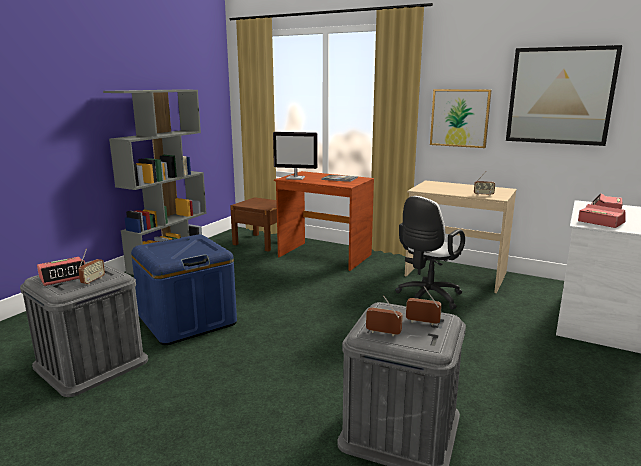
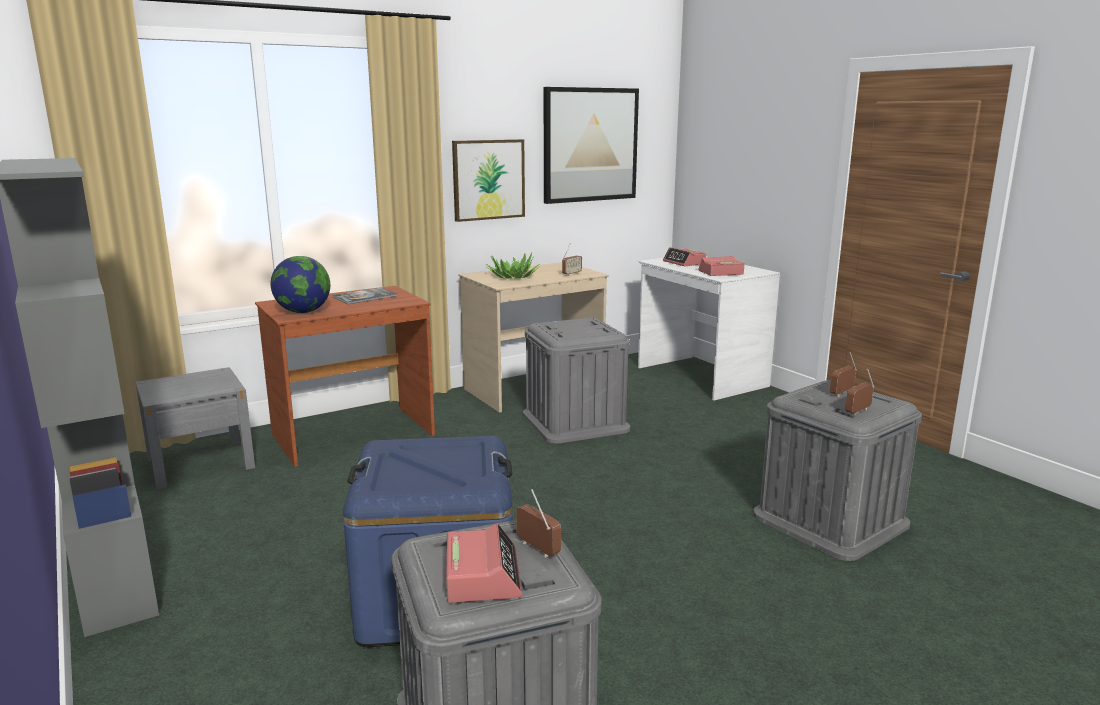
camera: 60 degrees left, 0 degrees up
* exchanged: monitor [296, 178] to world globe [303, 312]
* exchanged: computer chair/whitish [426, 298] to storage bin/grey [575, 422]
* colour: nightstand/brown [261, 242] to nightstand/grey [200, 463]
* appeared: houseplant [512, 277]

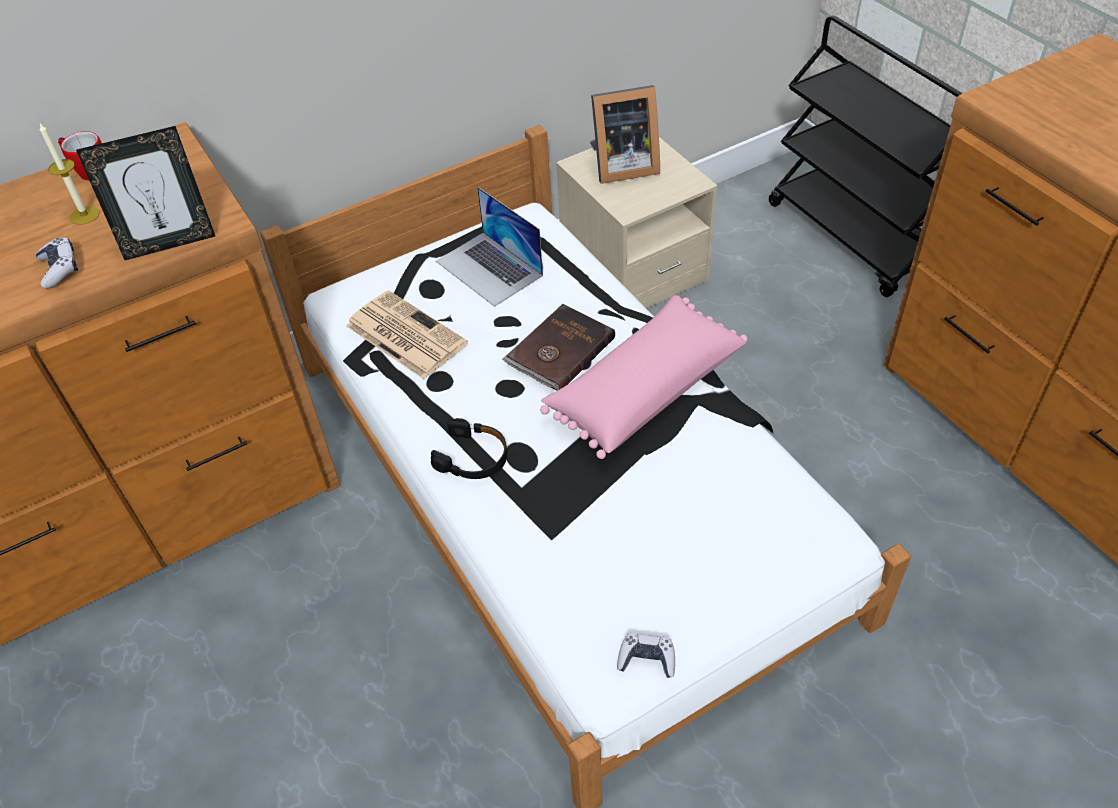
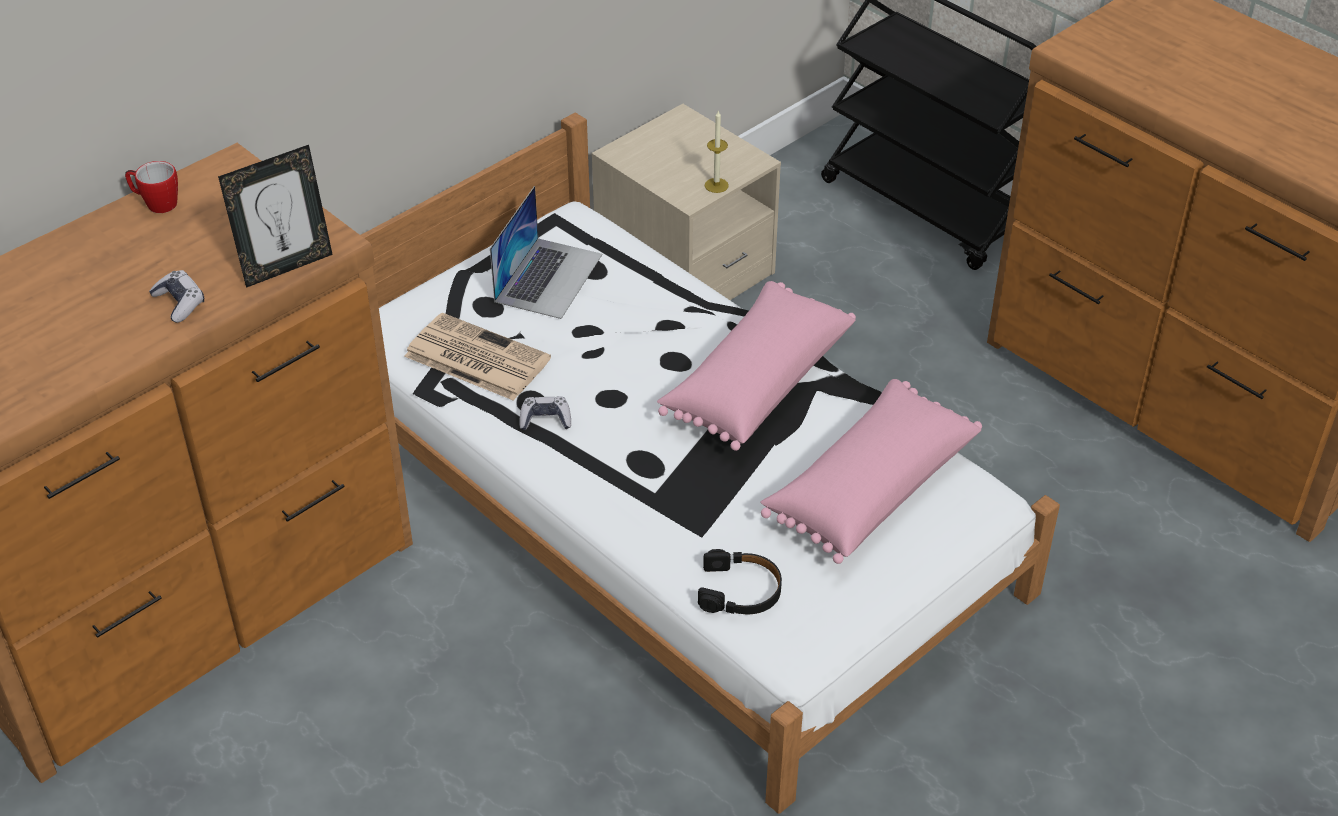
camera: 15 degrees left, 5 degrees down
* missing: photo frame [621, 166]
* relocated: candle [85, 215] to [716, 185]
* spun: laptop [489, 268] = [548, 277] 105 degrees counterclockwise
* missing: bound book/brown [559, 350]
* relocated: headset/blackish [473, 457] to [740, 591]
* relocated: joypad [647, 659] to [545, 420]
* appeared: throw pillow/pink [868, 487]

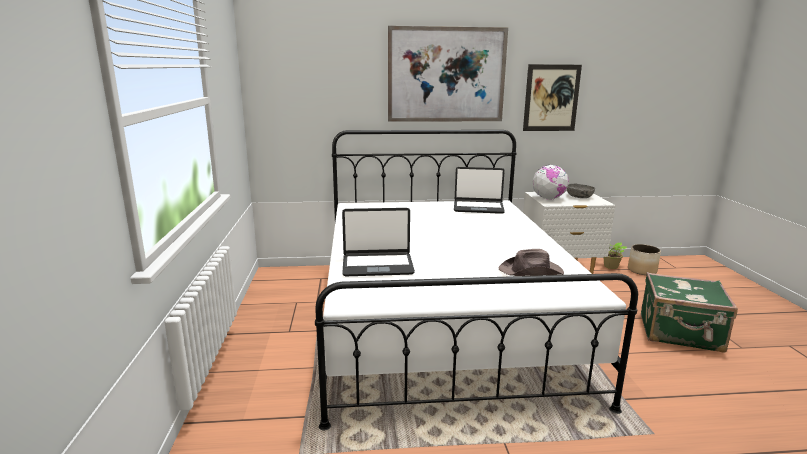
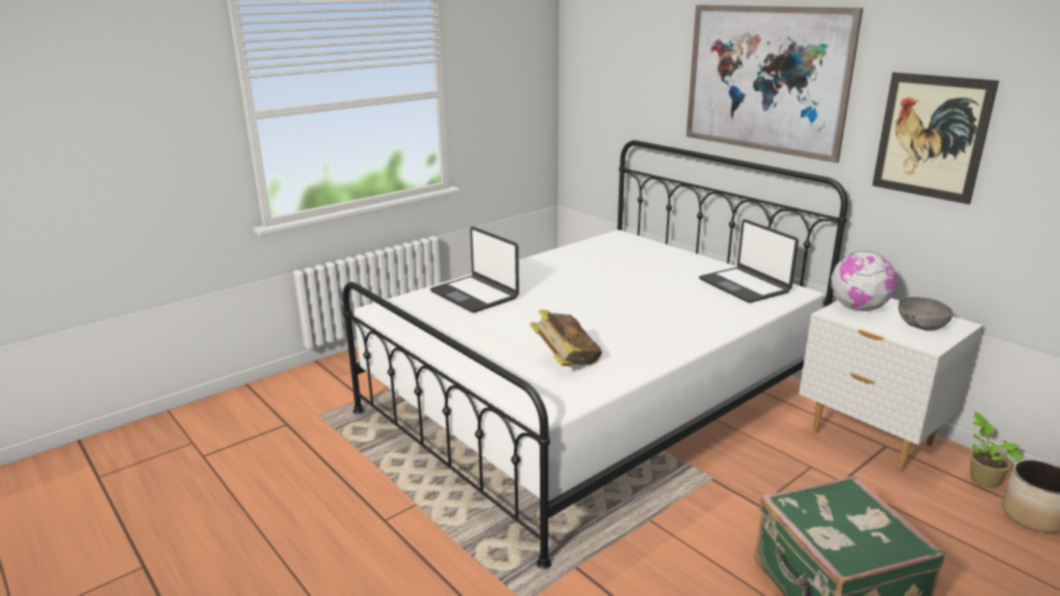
camera: 55 degrees right, 5 degrees up
* exchanged: clothing hat/brown [531, 271] to bound book [565, 361]

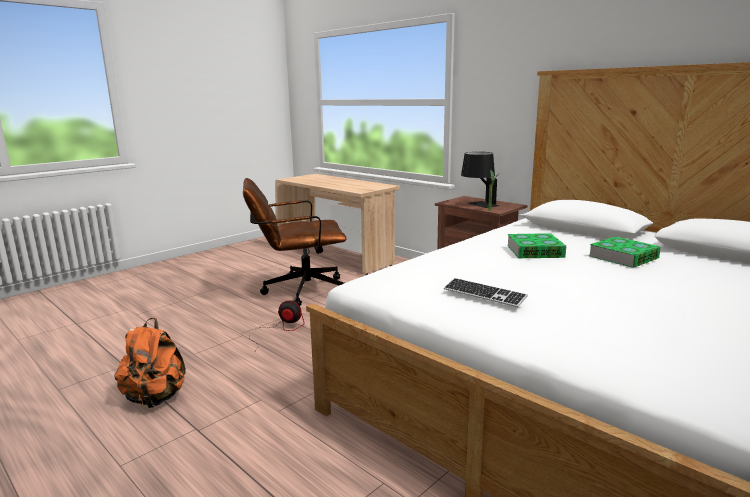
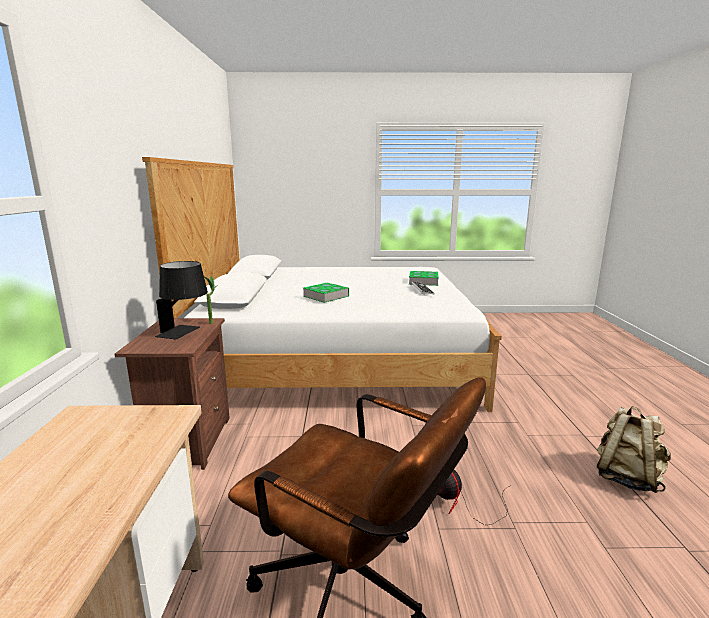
camera: 135 degrees left, 0 degrees up
* relocated: bound book [623, 257] to [423, 281]
* colour: backpack/orangey [155, 398] to backpack/beige [626, 478]

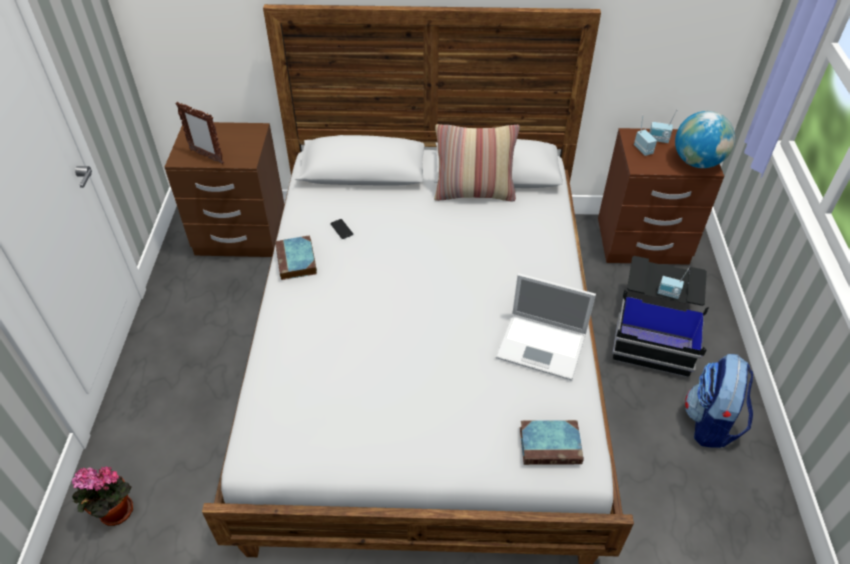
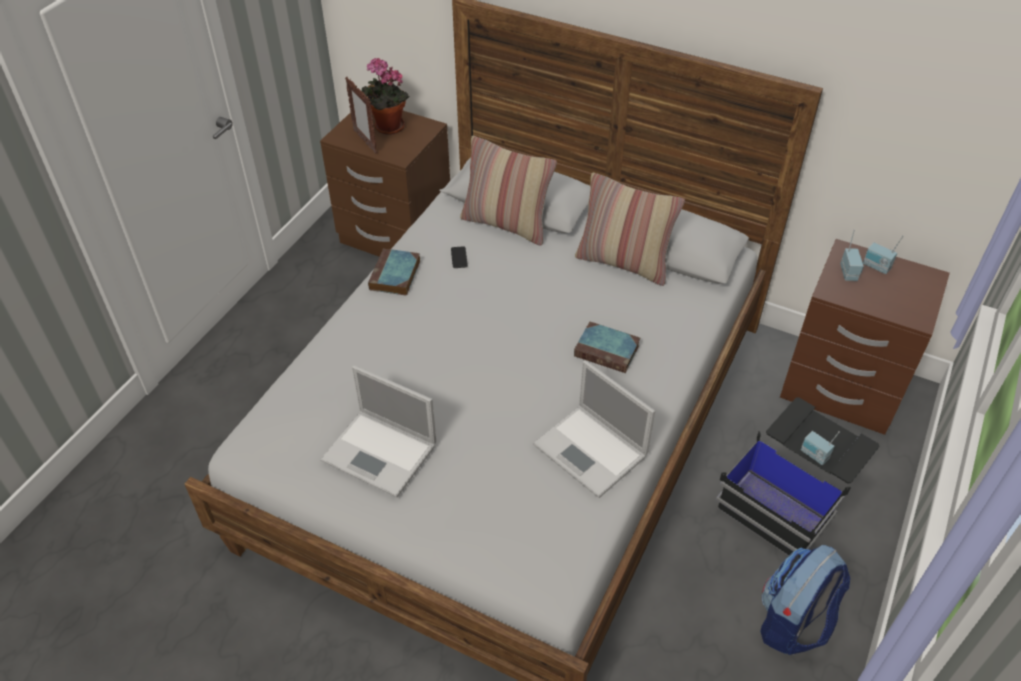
camera: 25 degrees right, 0 degrees up
* missing: world globe [697, 162]
* relocated: bound book [551, 445] to [608, 351]
* relocated: houseplant [114, 513] to [387, 128]
* appeared: throw pillow [506, 224]
* appeared: laptop [381, 453]

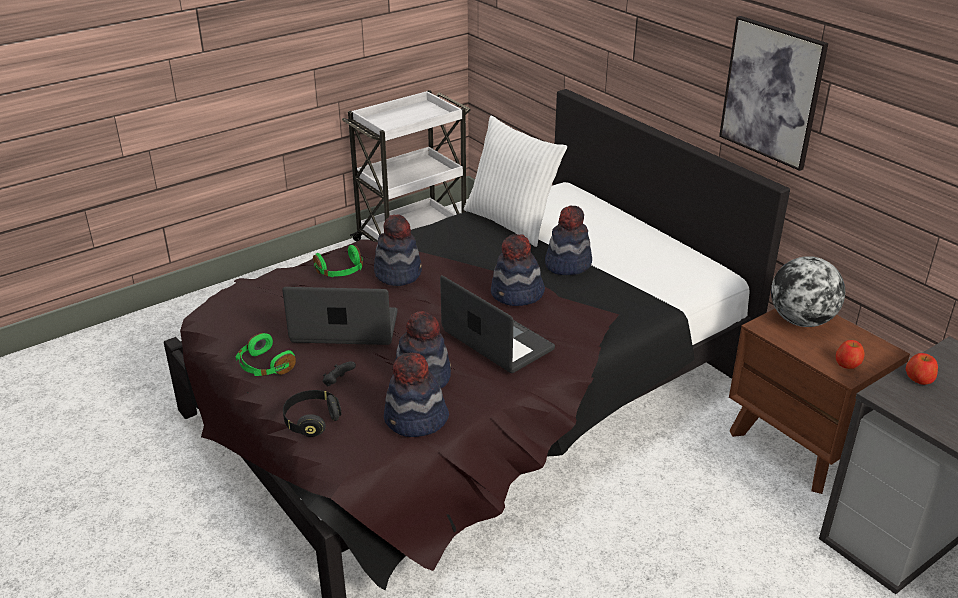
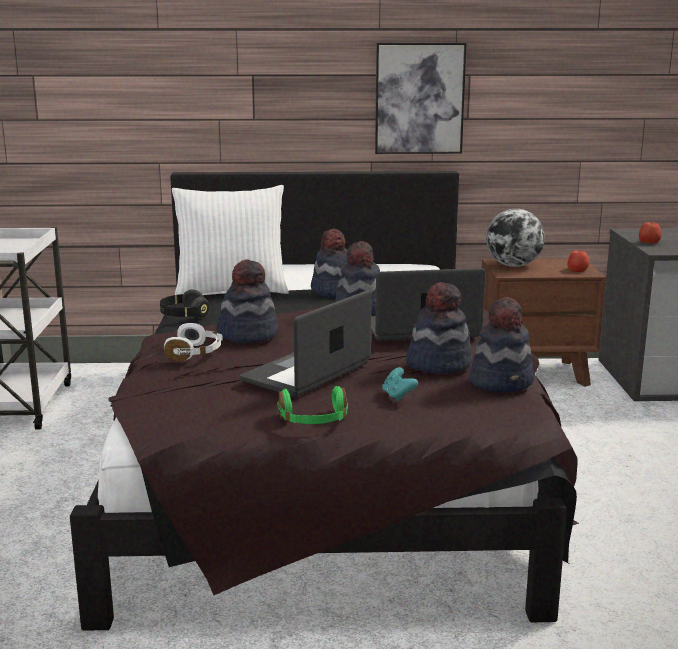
camera: 55 degrees left, 15 degrees down
* colour: headset/green [341, 271] to headset/whitish [196, 353]
* colour: joypad/blackish [338, 383] to joypad/turquoise-coloured [398, 396]
* relocated: headset/blackish [311, 421] to [184, 316]

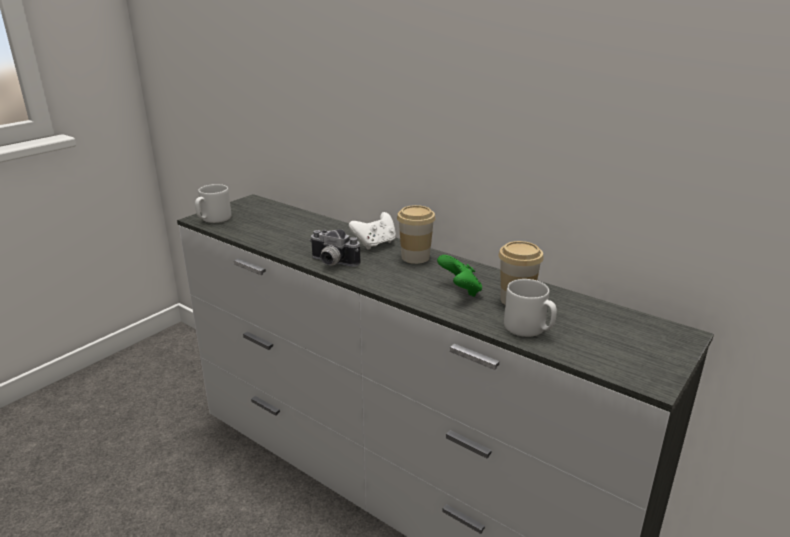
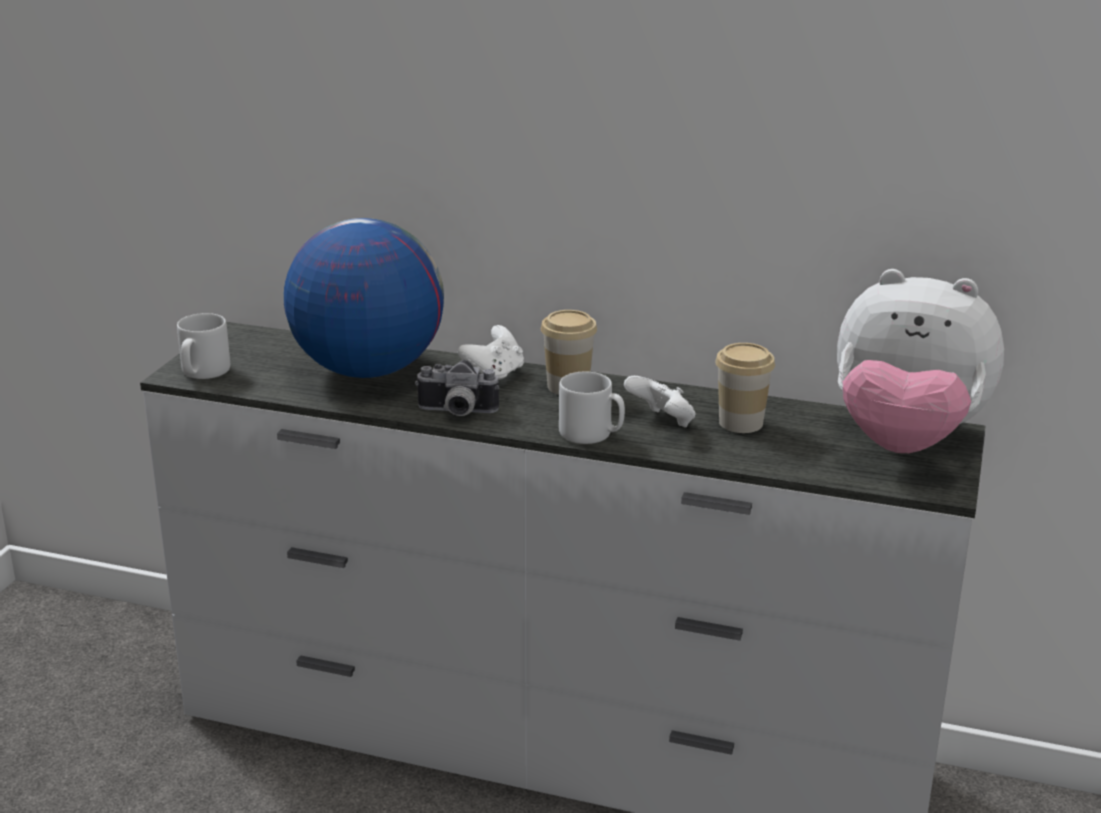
camera: 20 degrees left, 0 degrees up
* colour: joypad/green [460, 290] to joypad/whitish [662, 422]
* relocated: coffee mug/grey [529, 329] to [591, 434]
* appeared: world globe [367, 370]
* appeared: soft toy [905, 442]

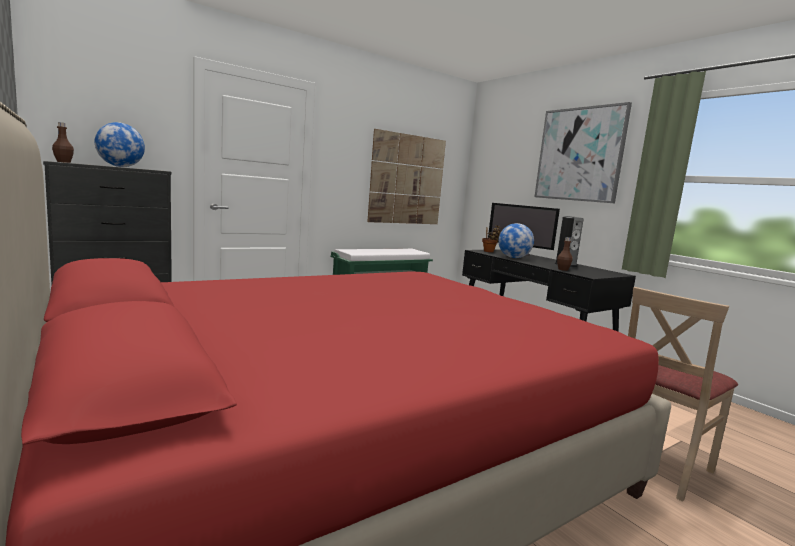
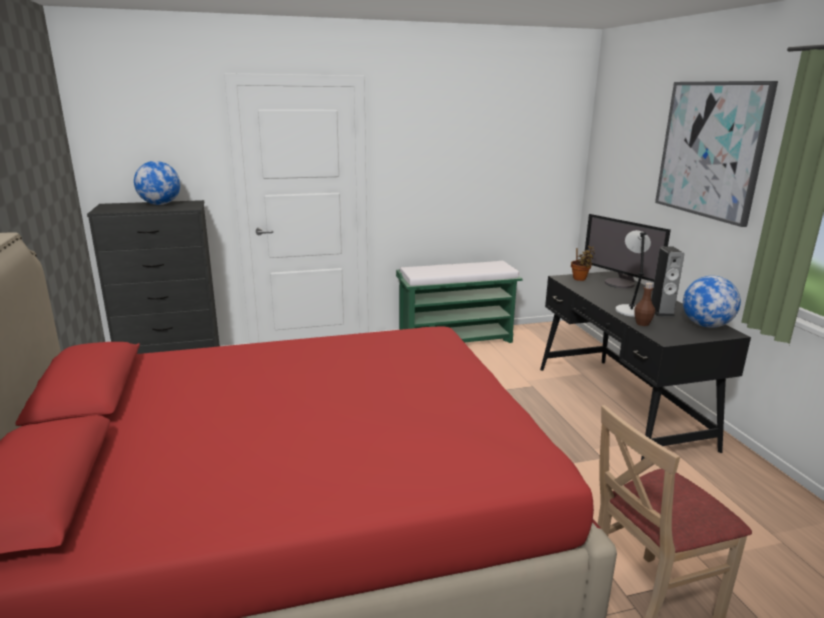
camera: 20 degrees right, 10 degrees up
* missing: bottle/brown [63, 162]
* missing: picture [407, 179]
* relocated: world globe [513, 257] to [706, 325]
* appeared: tabletop lamp/grey [630, 310]

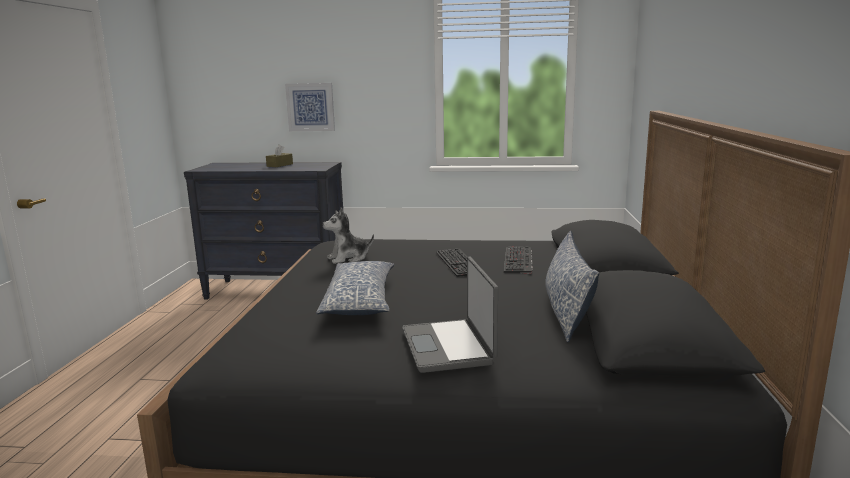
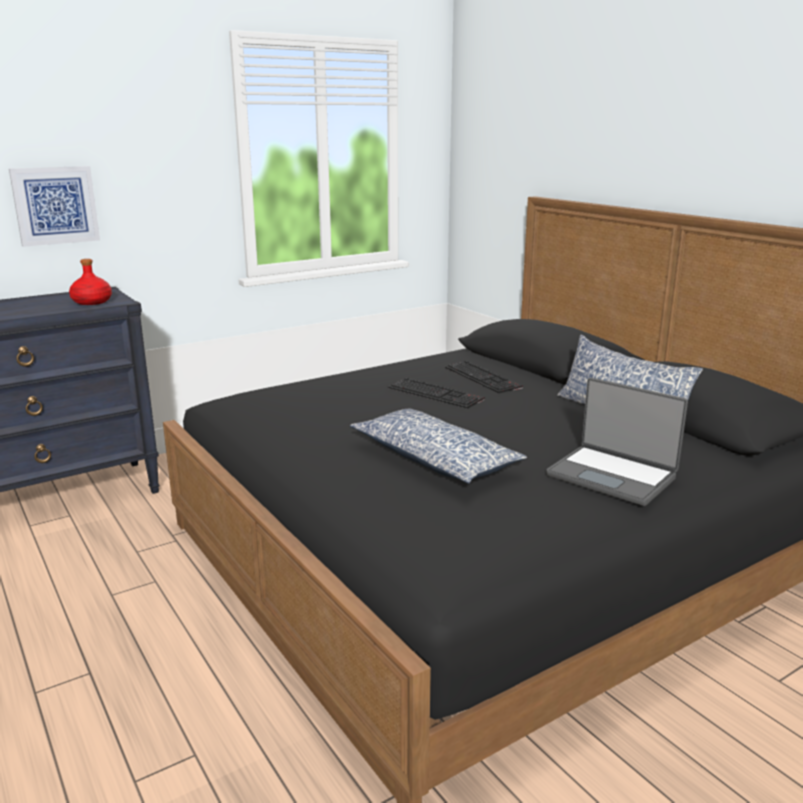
camera: 40 degrees left, 5 degrees up
* missing: tissue holder/brown [280, 165]
* missing: soft toy [348, 258]
* appeared: bottle/reddish [92, 302]

